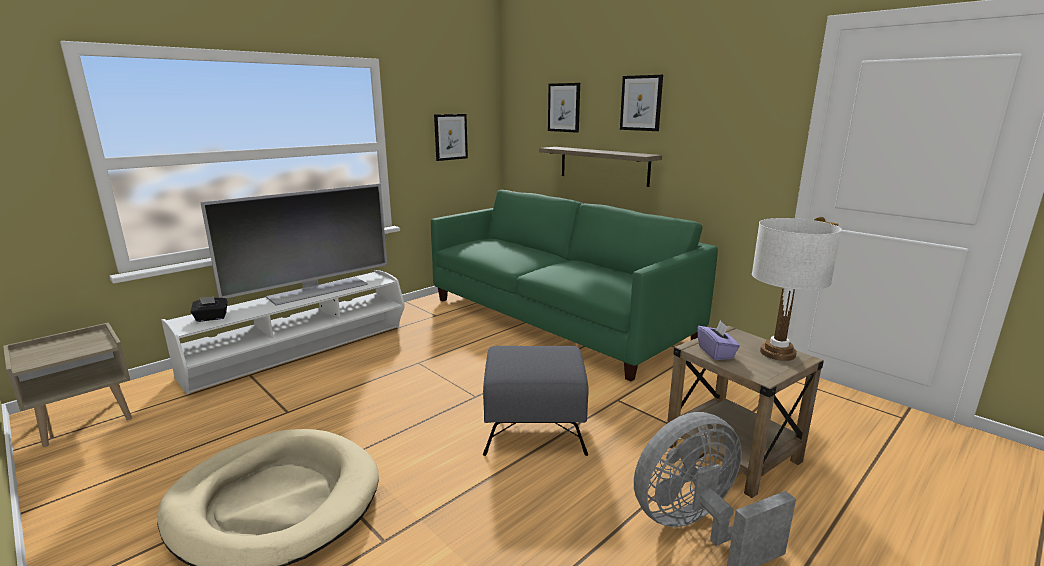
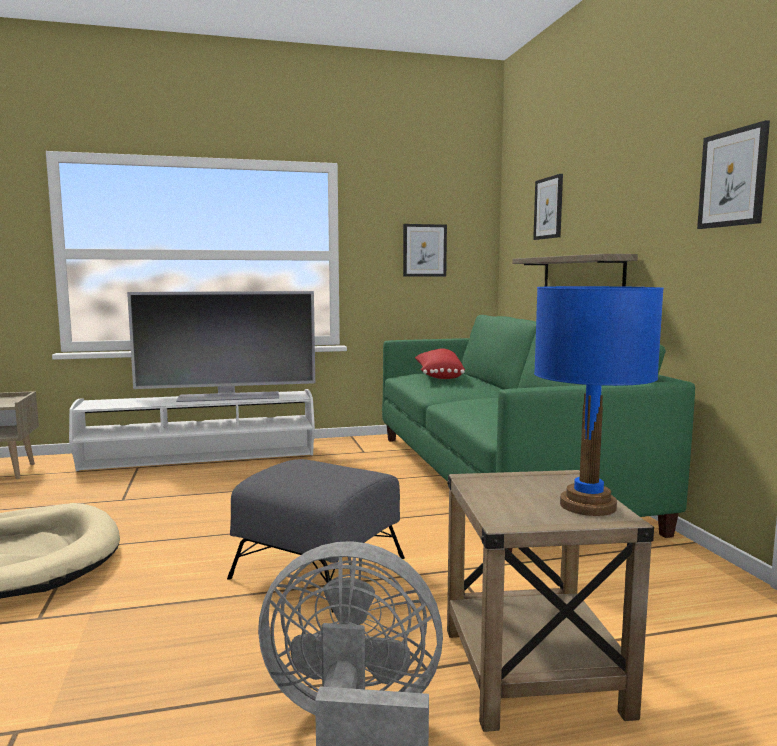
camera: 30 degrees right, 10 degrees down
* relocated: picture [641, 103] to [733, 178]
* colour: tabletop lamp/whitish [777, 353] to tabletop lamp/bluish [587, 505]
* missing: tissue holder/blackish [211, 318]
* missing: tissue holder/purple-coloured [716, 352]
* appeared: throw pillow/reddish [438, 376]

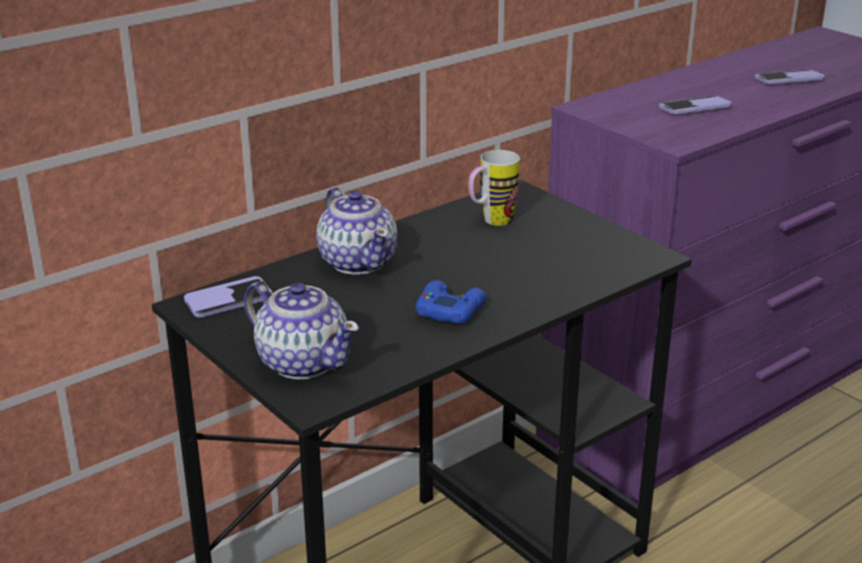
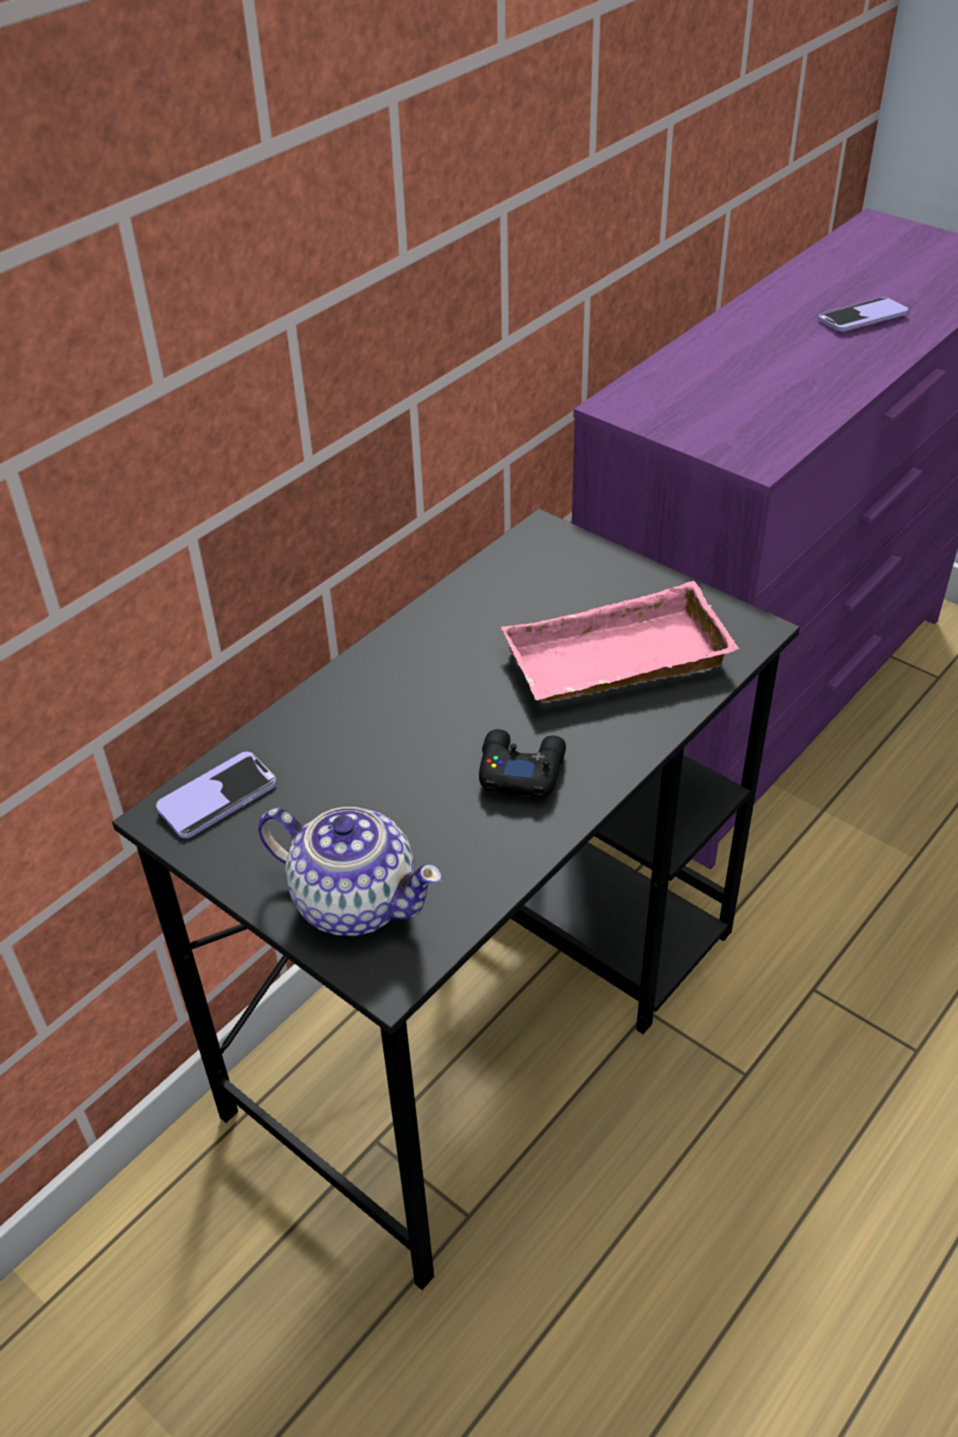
camera: 10 degrees left, 15 degrees up
* missing: handset [694, 107]
* missing: coffee mug [491, 222]
* missing: tea pot [358, 261]
* colour: joypad/bluish [450, 310] to joypad/blackish [521, 769]
* appeared: serving tray/pink [616, 664]

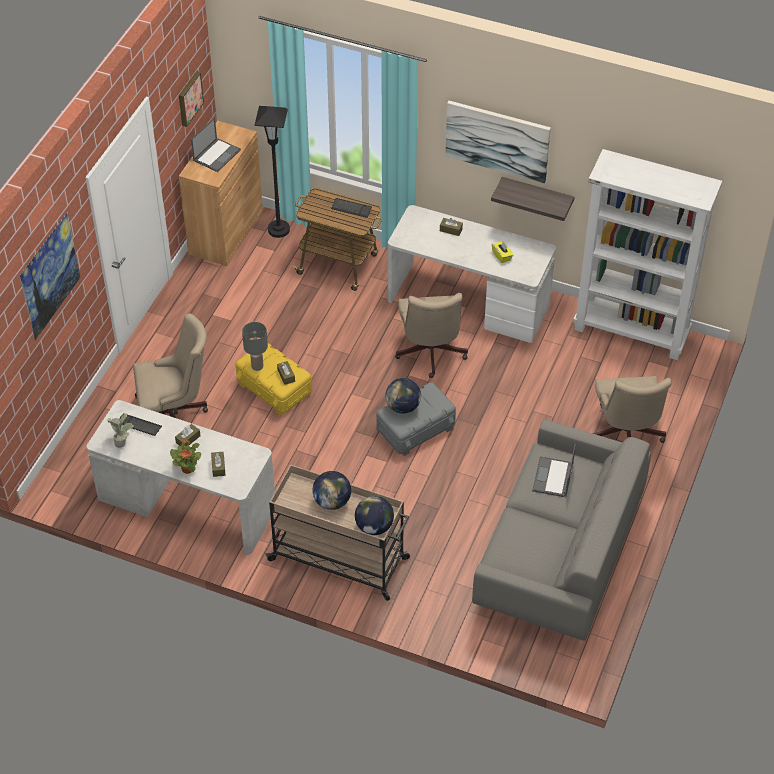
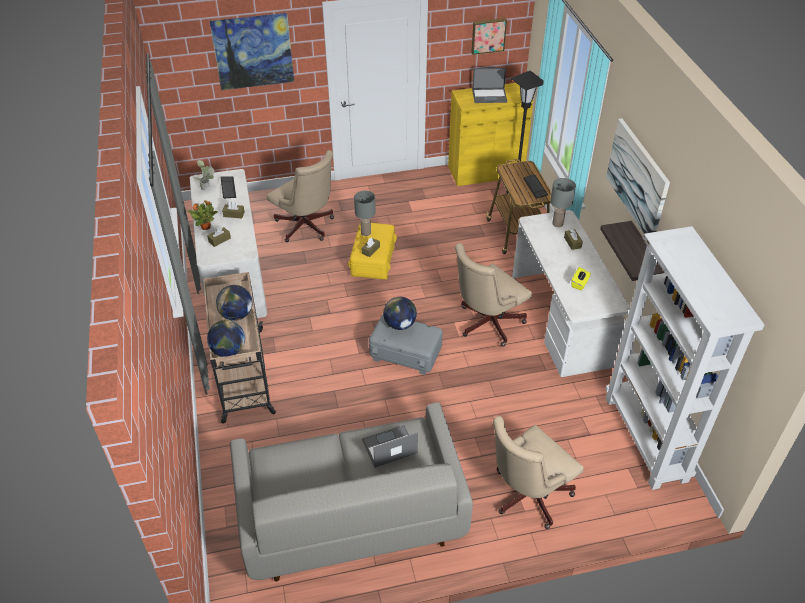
camera: 55 degrees right, 5 degrees down
* colour: storage cabinet/brown [226, 232] to storage cabinet/yellowish [485, 171]
* appeared: tabletop lamp/grey [558, 224]

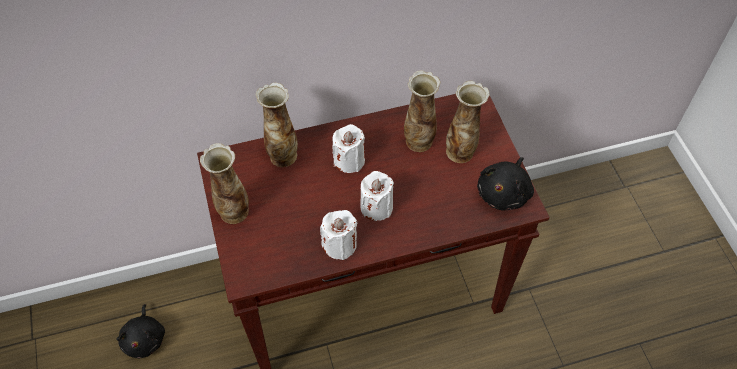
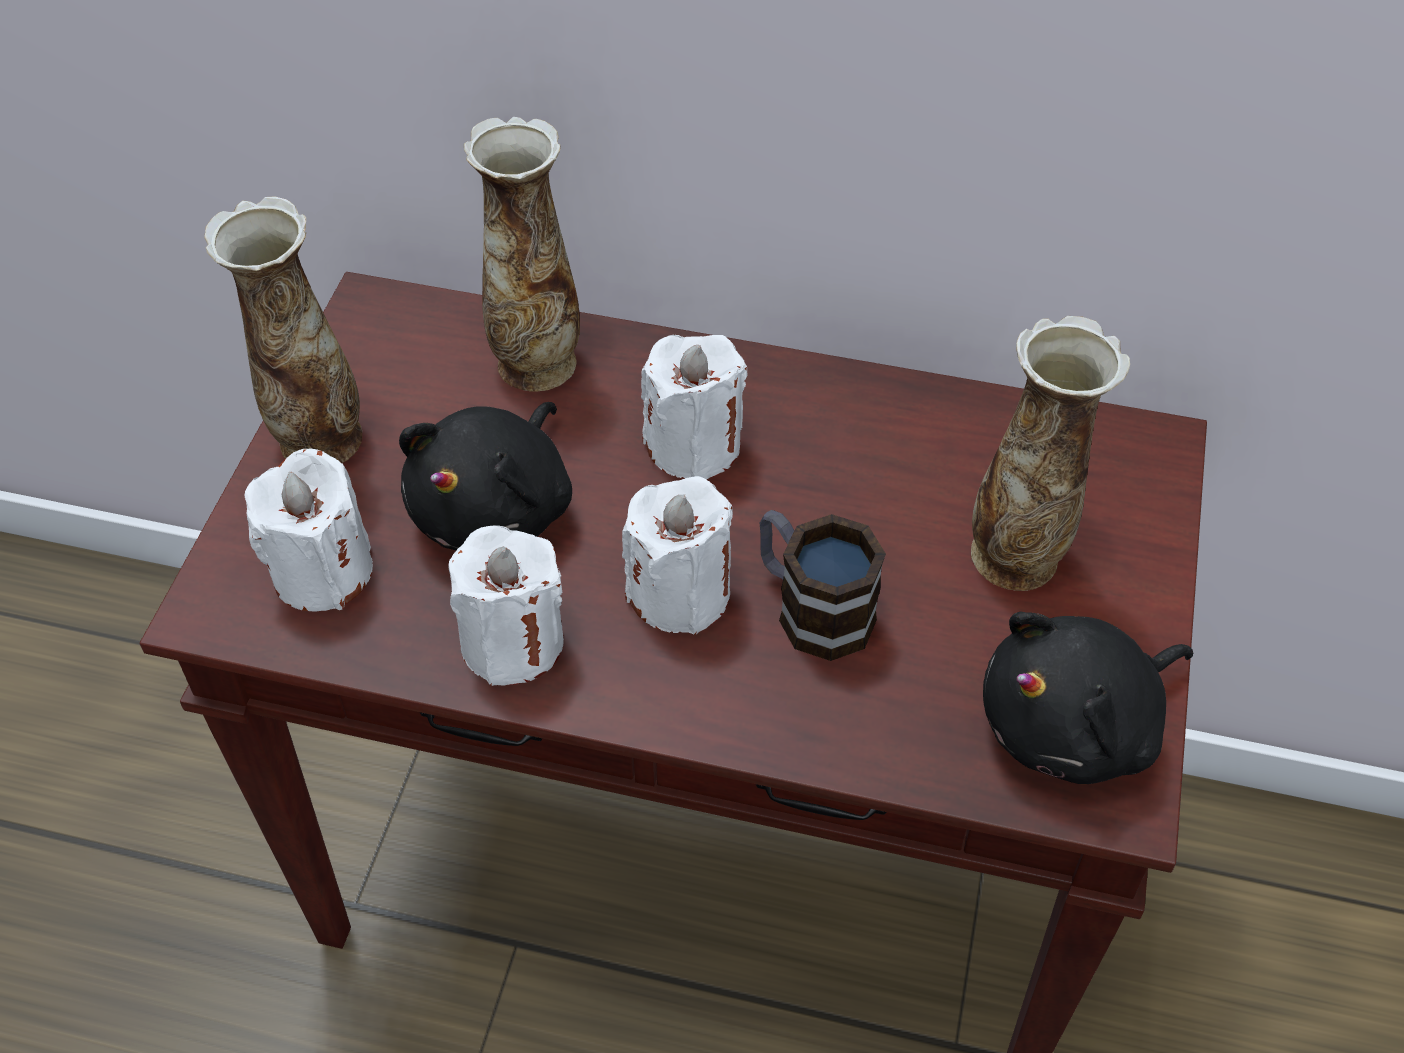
camera: 30 degrees right, 5 degrees down
* missing: flower vase [418, 142]
* relocated: soft toy/blackish [145, 339] to [497, 508]
* appeared: candle/whitish [322, 572]
* appeared: coffee mug [811, 607]

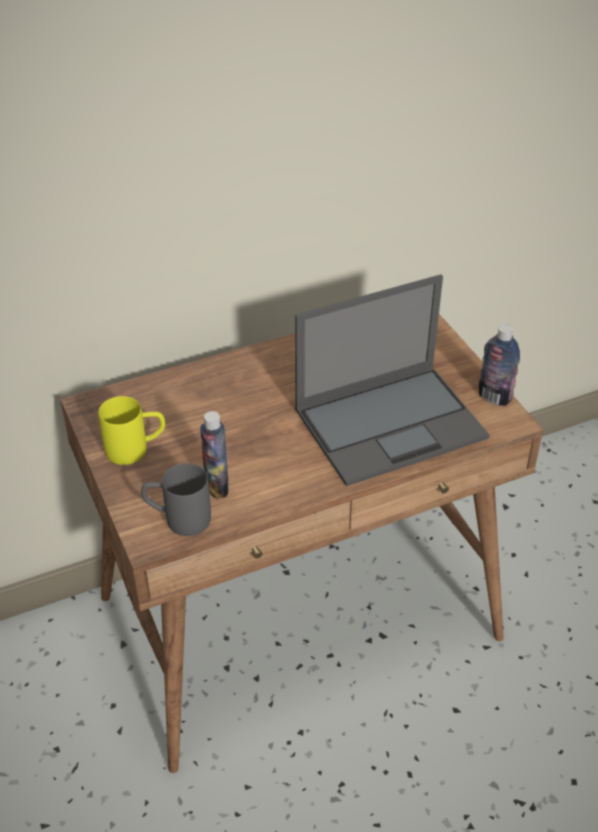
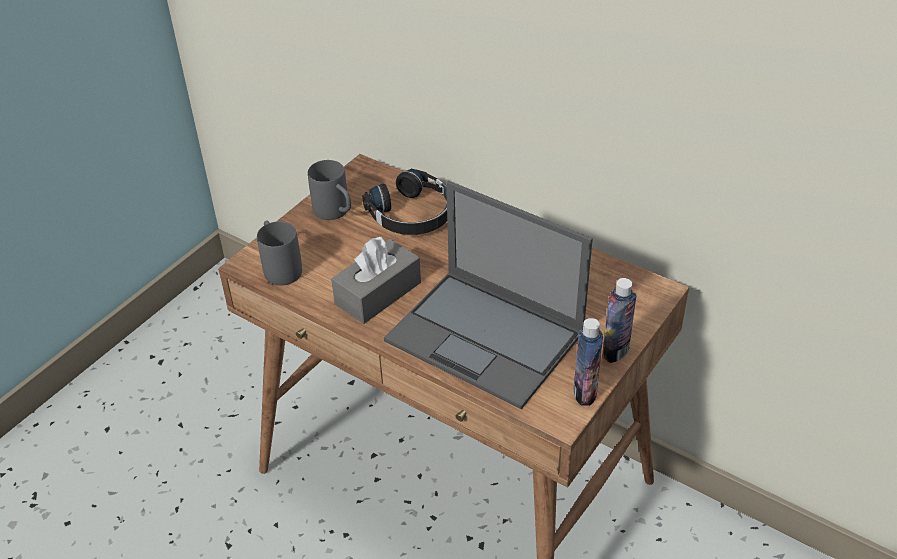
camera: 60 degrees right, 0 degrees up
* colour: coffee mug/yellowish [136, 449] to coffee mug/grey [336, 213]
* relocated: bottle [216, 486] to [615, 351]
* appeared: headset/blackish [412, 214]
* appeared: tissue holder/grey [378, 293]

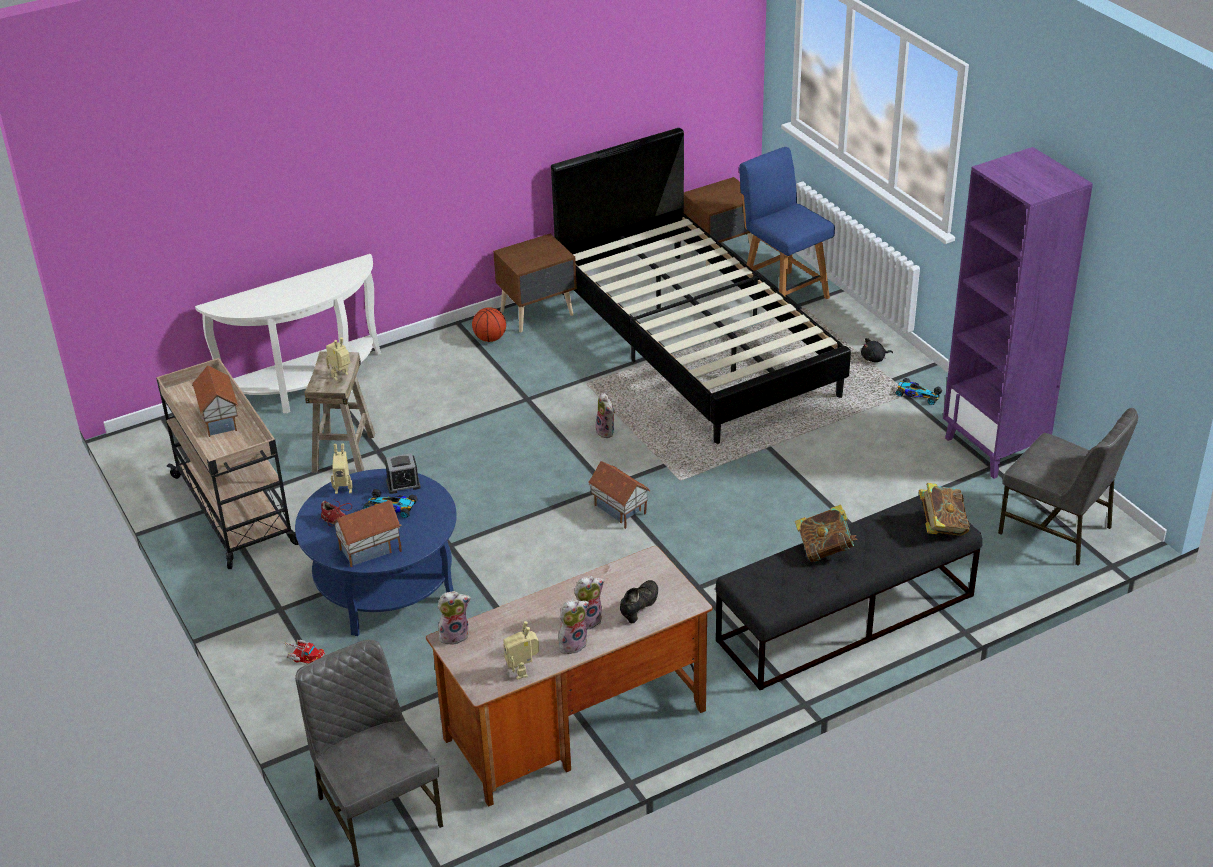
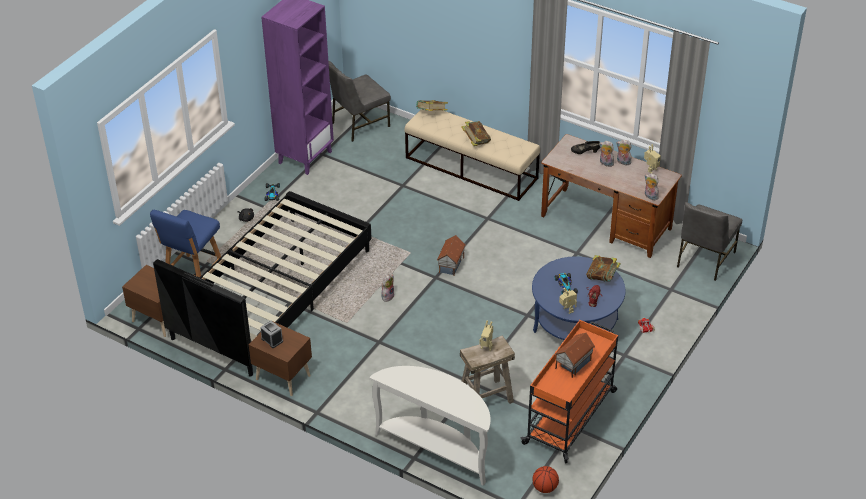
camera: 120 degrees left, 5 degrees up
* relocated: basketball [490, 339] to [545, 488]
* colour: wheeled cart/beige [235, 511] to wheeled cart/orangey [570, 416]
* spun: plain chair/grey [1057, 530] = [359, 124] 135 degrees counterclockwise
* relocated: alarm clock [403, 484] to [272, 340]
* colour: long seat/blackish [845, 618] to long seat/beige [471, 168]
* exchanged: model house [370, 551] to bound book [602, 277]

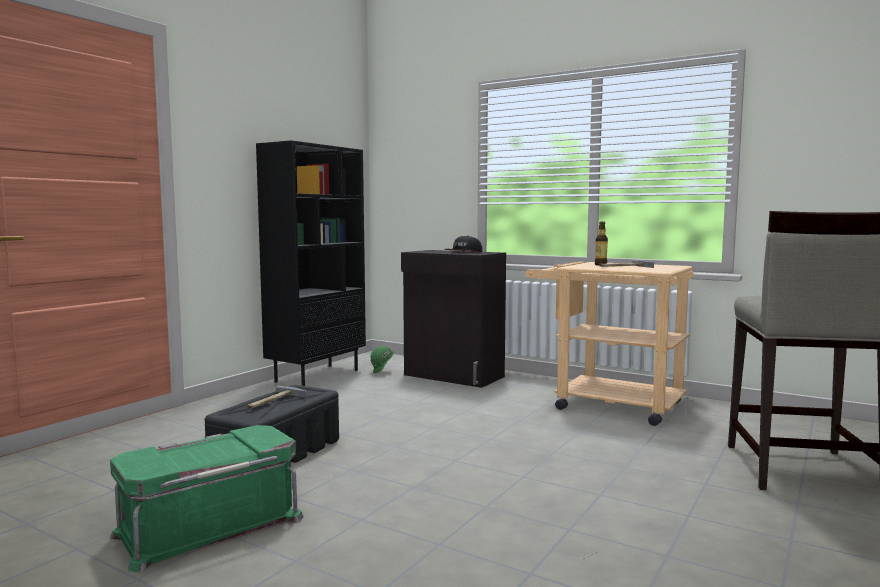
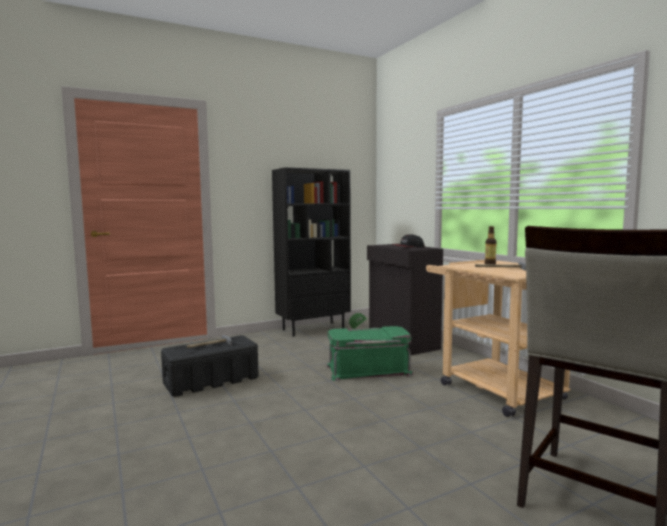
camera: 30 degrees right, 0 degrees up
* relocated: storage bin/green [209, 525] to [368, 370]

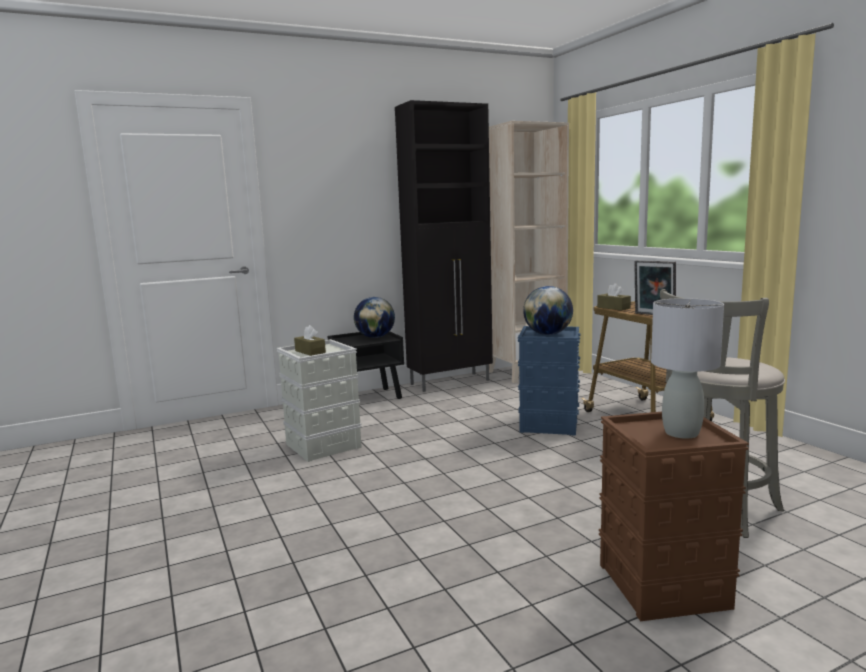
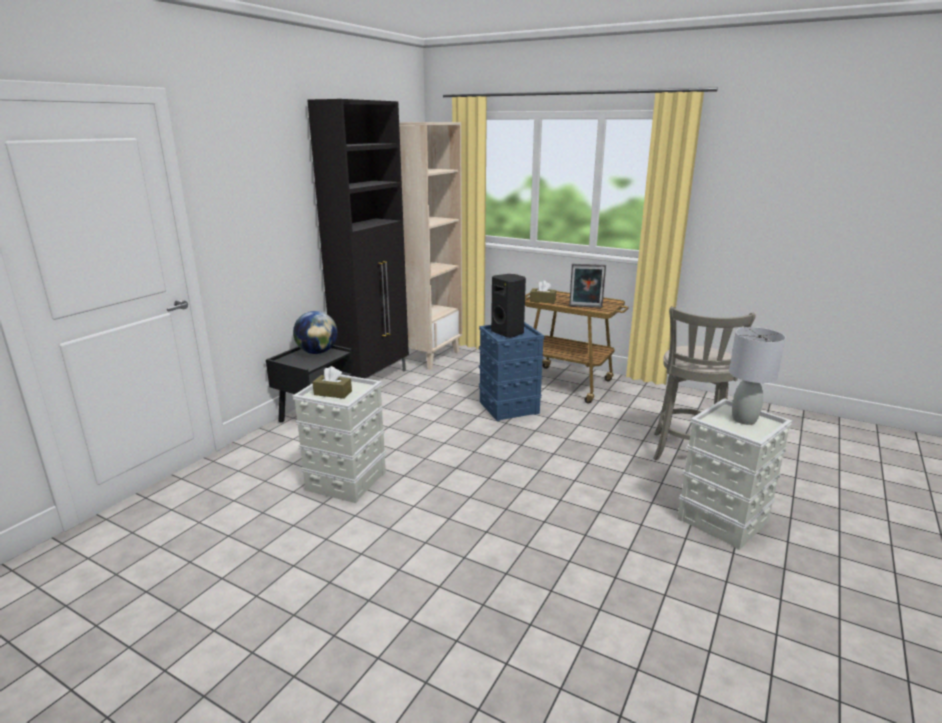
camera: 35 degrees left, 10 degrees up
* exchanged: world globe [548, 334] to audio speaker/blackish [508, 333]
* colour: storage bin/brown [664, 586] to storage bin/grey [723, 520]

